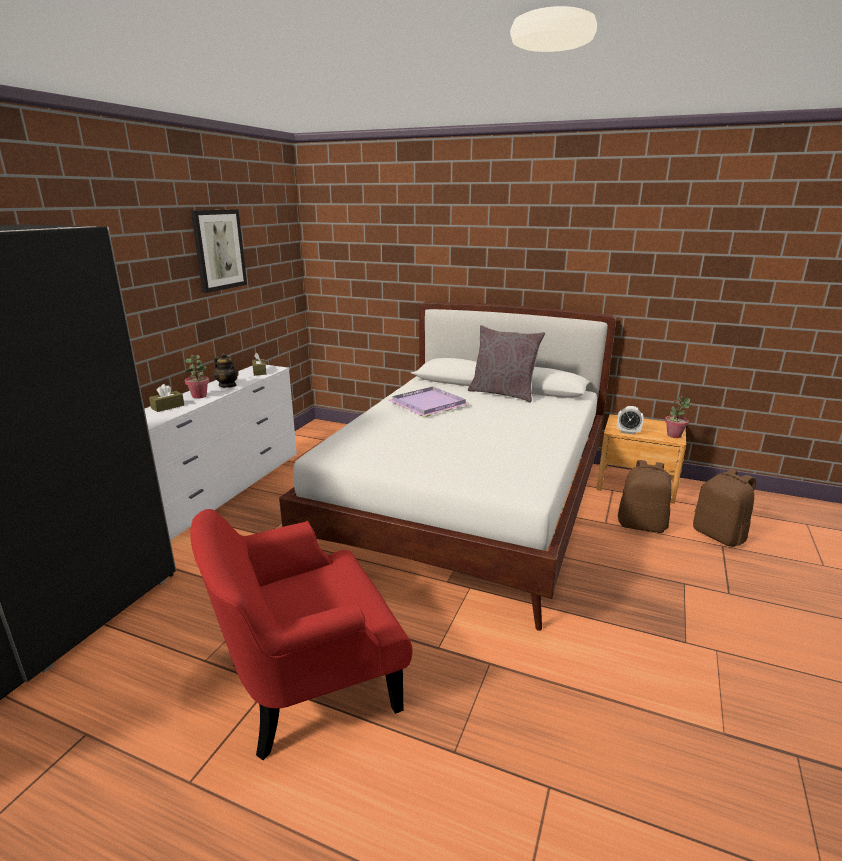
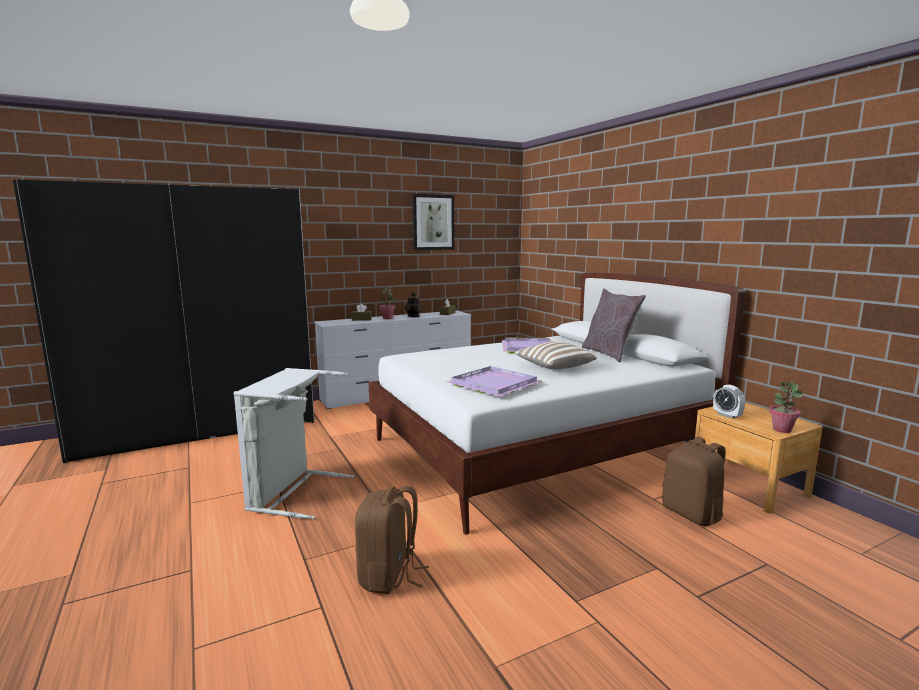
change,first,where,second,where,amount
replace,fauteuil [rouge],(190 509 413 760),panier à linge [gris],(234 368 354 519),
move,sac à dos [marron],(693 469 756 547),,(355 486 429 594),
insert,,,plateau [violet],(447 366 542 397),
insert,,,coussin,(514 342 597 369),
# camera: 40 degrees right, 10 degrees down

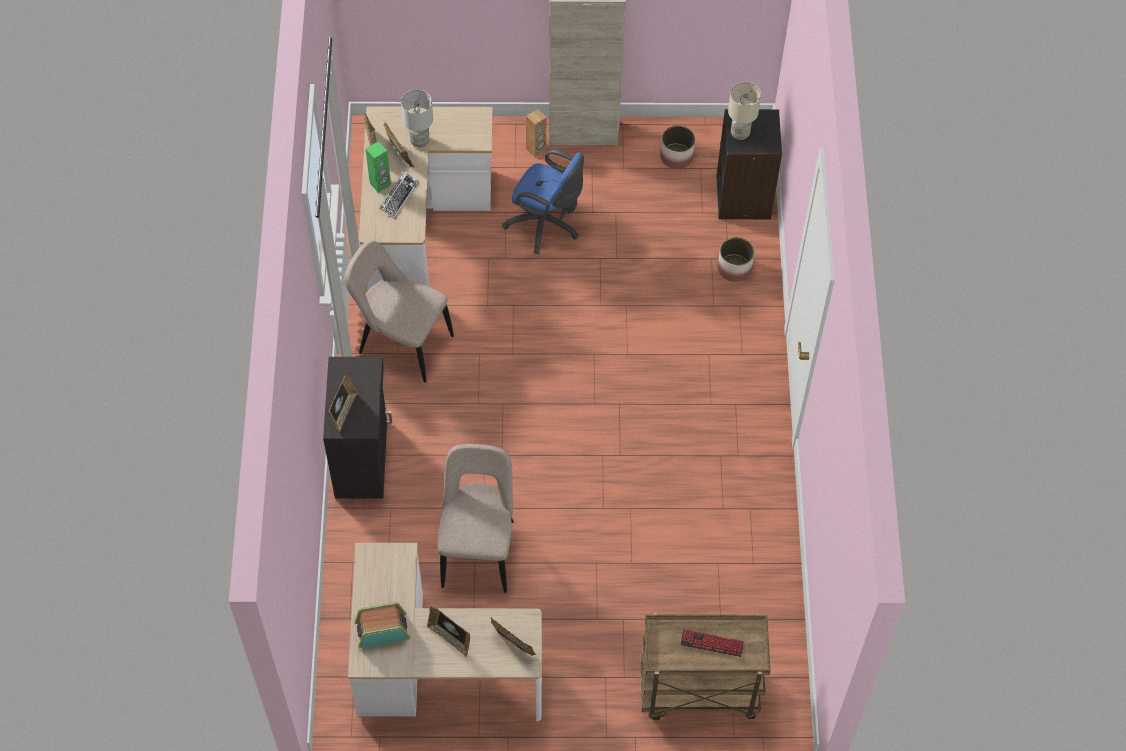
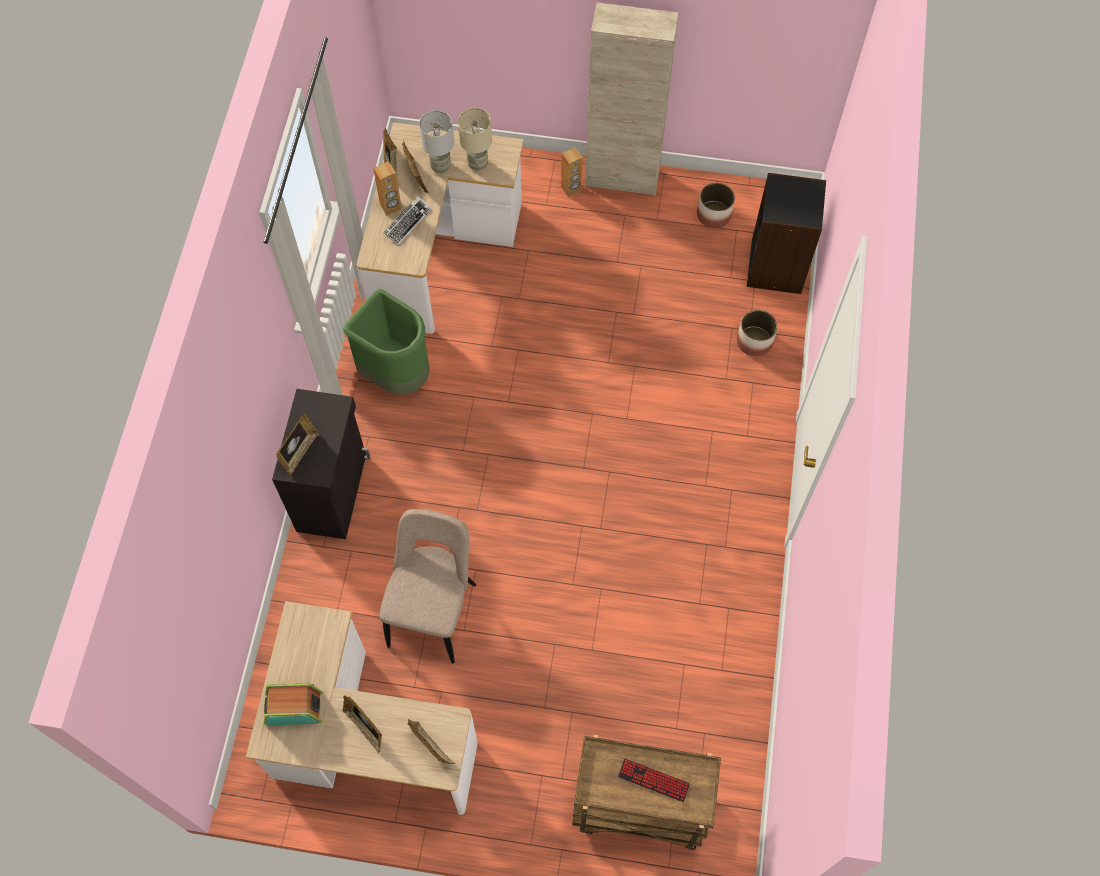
change,first,where,second,where,amount
replace,chaise [beige],(344 240 454 383),poubelle [vert],(343 289 430 395),
recolor,enceinte [vert],(366 141 391 193),enceinte [marron],(373 161 402 216),
move,lampe de table [beige],(728 82 761 140),,(458 108 492 171),
delete,chaise de bureau [bleu],(502 149 584 254),,,
# camera: 10 degrees right, 5 degrees up

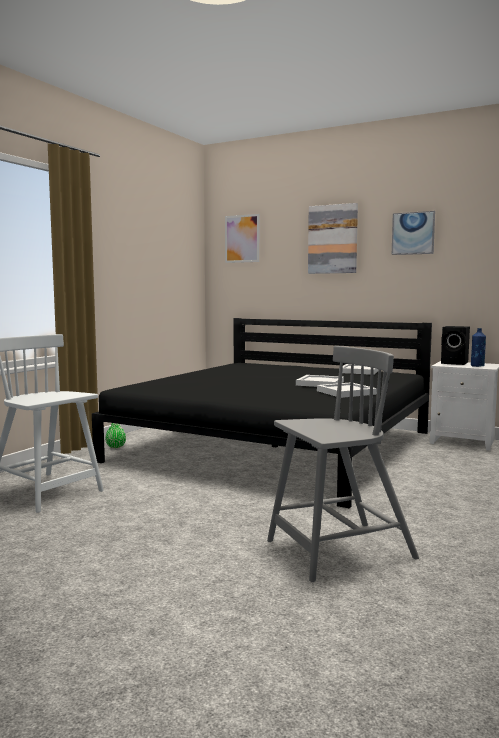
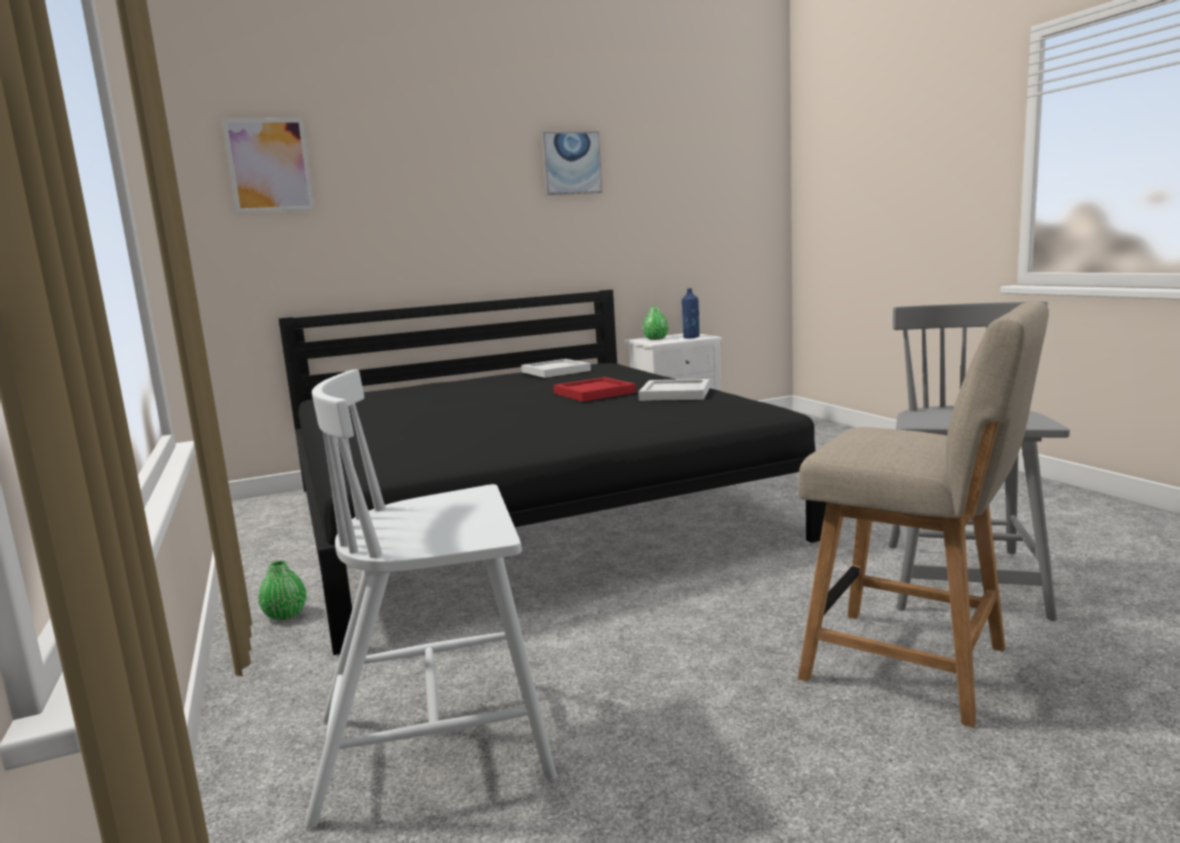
change,first,where,second,where,amount
recolor,plateau [blanc],(296 375 344 387),plateau [rouge],(553 377 636 402),
replace,enceinte [noir],(441 326 470 365),vase [vert],(643 306 668 340),
insert,,,chaise [beige],(798 302 1049 728),
delete,tableau,(308 203 358 274),,,
# camera: 50 degrees left, 5 degrees up

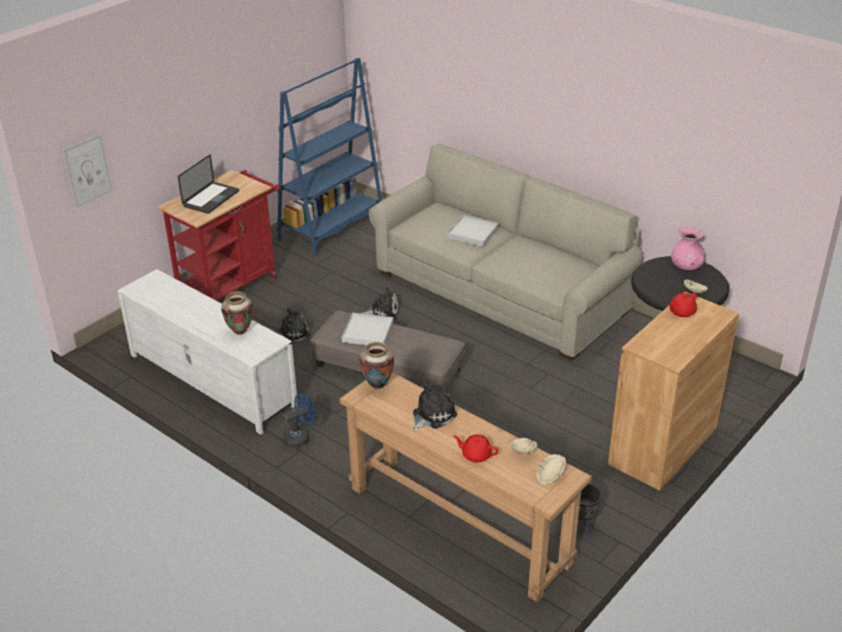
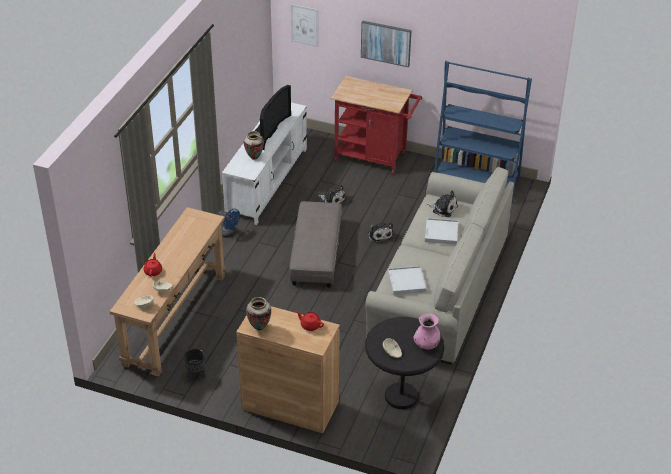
change,first,where,second,where,amount
move,vase,(360 342 394 389),,(246 297 271 330),
insert,,,téléviseur,(255 85 291 150),
insert,,,tableau,(361 21 412 67),
move,plateau [blanc],(342 313 393 345),,(388 266 427 295),
move,peluche,(413 382 457 431),,(427 191 458 217),
delete,ordinateur portable,(178 155 239 214),,,
# camera: 70 degrees right, 5 degrees up

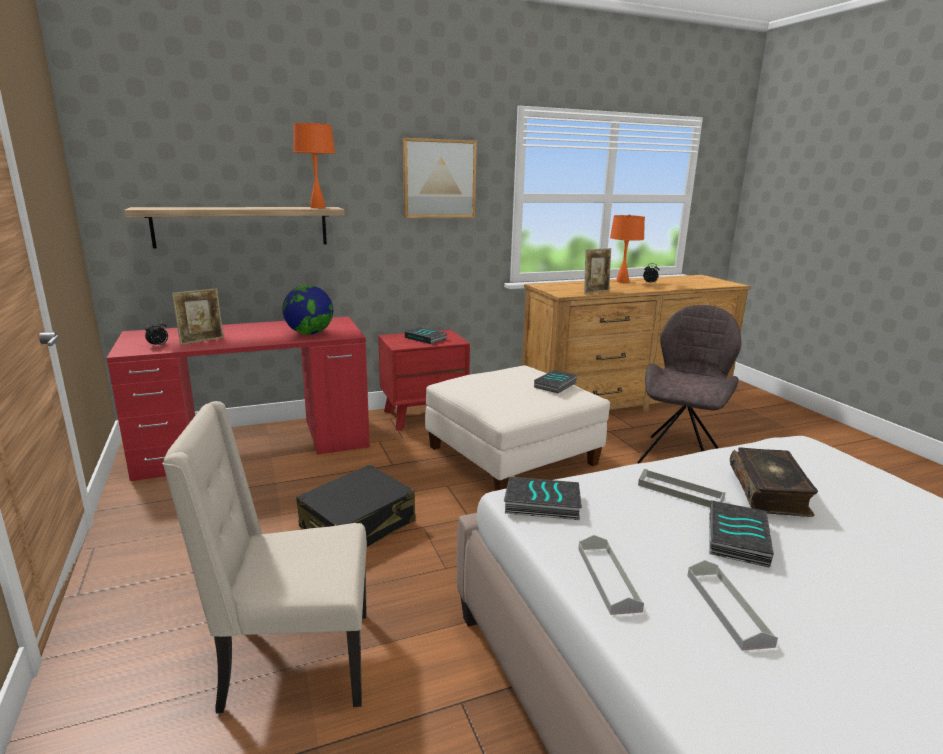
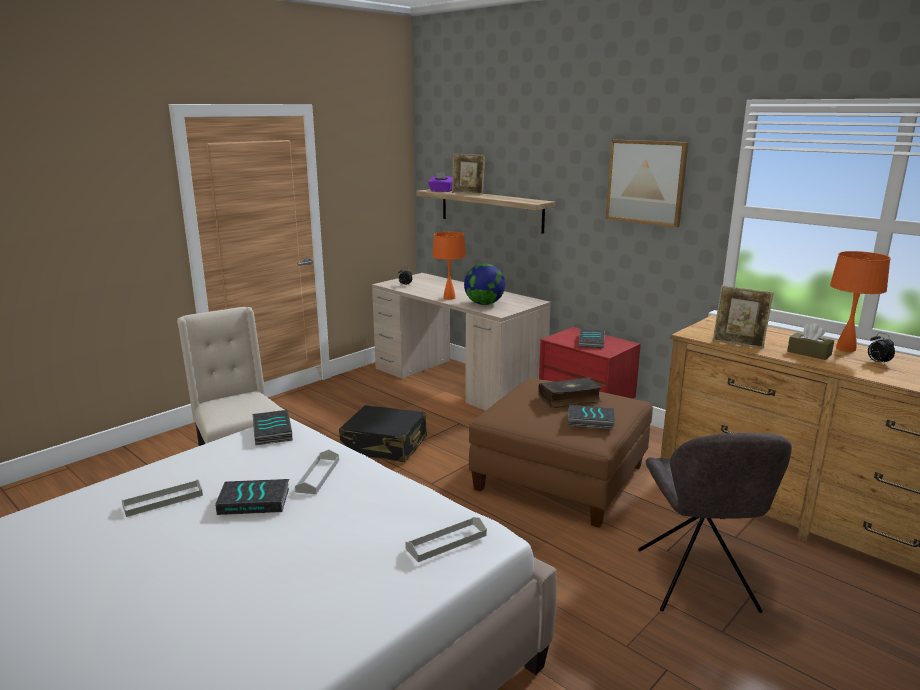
change,first,where,second,where,amount
recolor,bureau [rouge],(106 317 370 481),bureau [beige],(372 273 551 411),
move,plateau [gris],(578 535 644 615),,(405 517 487 562),
insert,,,boîte à mouchoirs [violet],(428 172 453 192),
move,lampe de table [orange],(293 122 335 208),,(432 232 466 300),
move,cadre photo,(172 288 224 345),,(452 153 485 194),
recolor,pouf [blanc],(425 365 610 491),pouf [marron],(469 379 653 528),
move,livre,(730 447 818 517),,(538 377 602 408),
rotate,chaise [gris],(637 305 741 464),,(638 433 792 613),90 degrees clockwise
insert,,,boîte à mouchoirs [marron],(787 323 834 360),
# camera: 65 degrees right, 0 degrees up

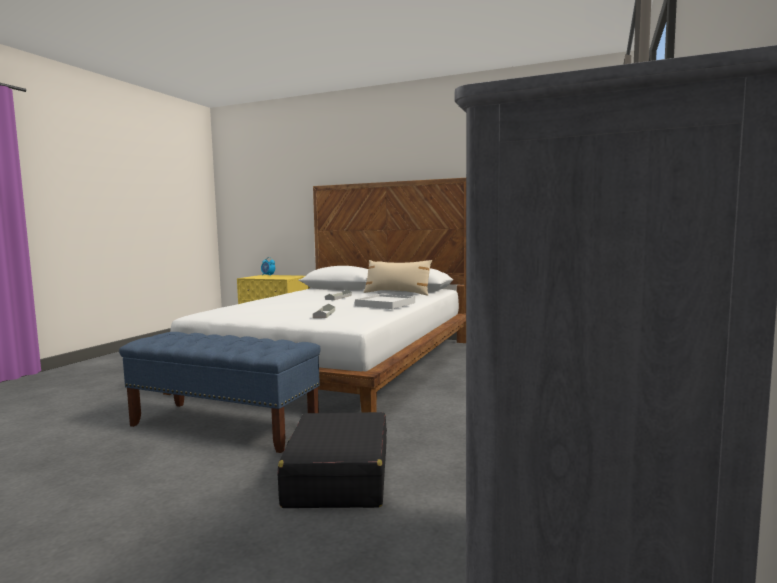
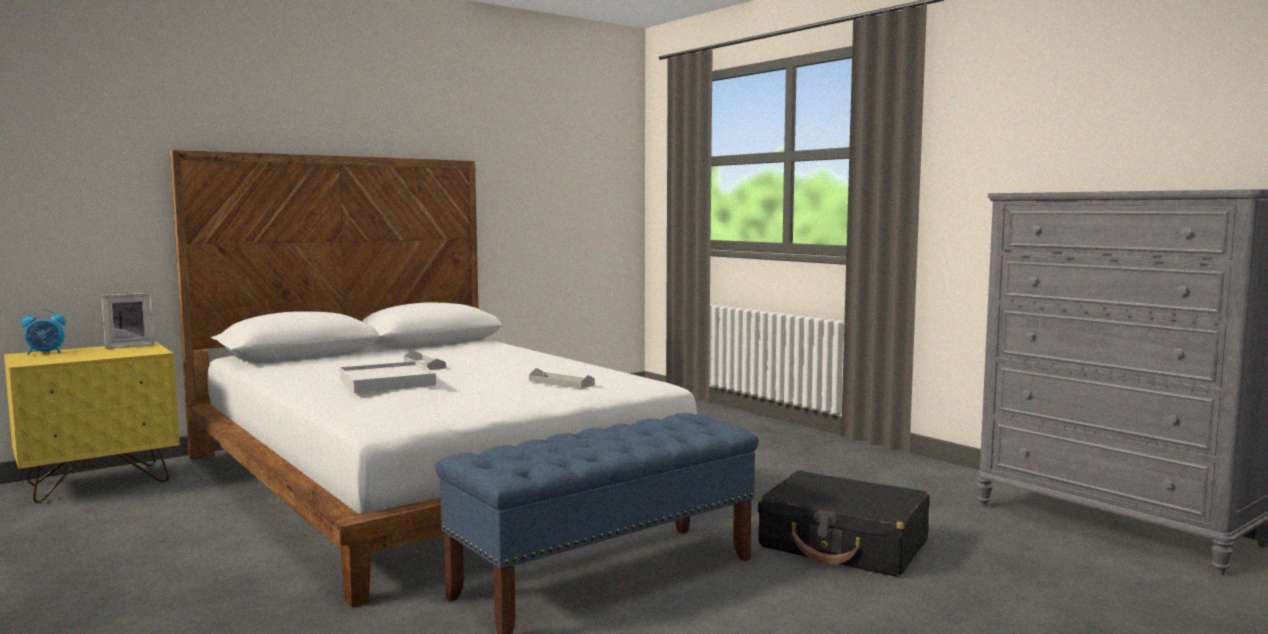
change,first,where,second,where,amount
insert,,,cadre photo,(101 293 155 349),
move,plateau [blanc],(355 294 415 309),,(340 361 436 393),
delete,coussin [beige],(363 260 432 295),,,
# camera: 60 degrees left, 0 degrees up

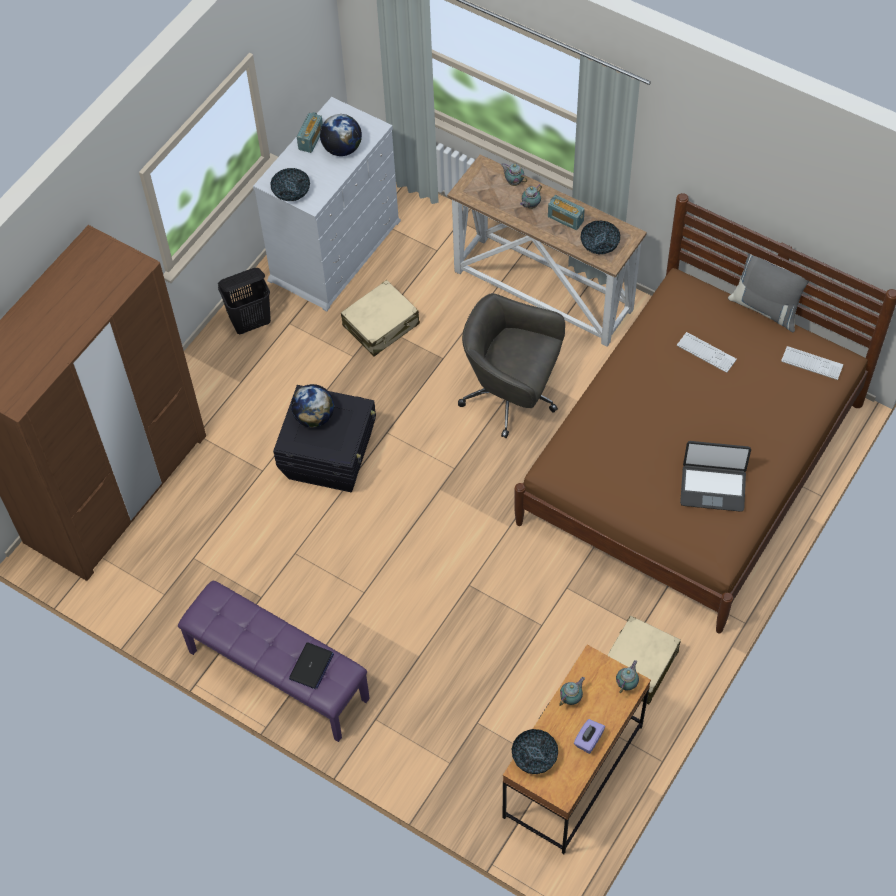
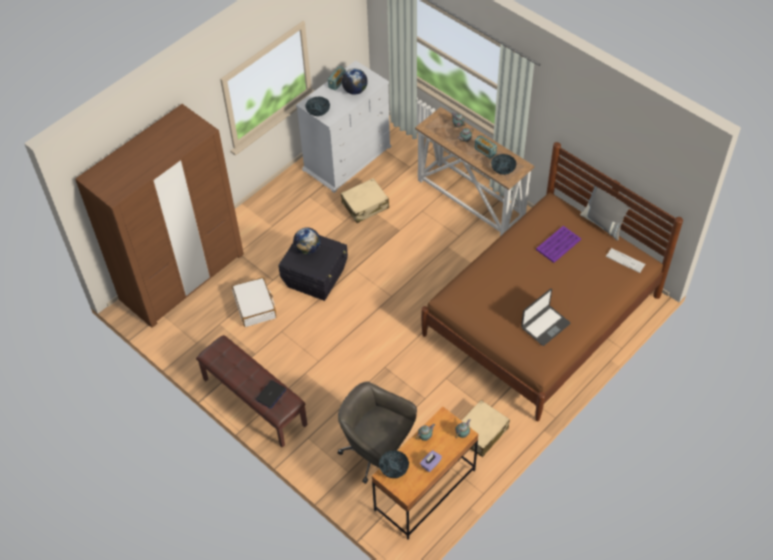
change,first,where,second,where,amount
recolor,banc [violet],(178 581 370 742),banc [marron],(196 335 308 448),
insert,,,valise [blanc],(232 277 276 327),
move,chaise de bureau [gris],(458 293 565 438),,(338 381 417 484),
rotate,ordinateur portable,(680 441 751 512),,(521 289 570 346),60 degrees counterclockwise
replace,clavier,(677 332 737 373),plateau [violet],(536 226 581 263),
delete,panier à linge [noir],(218 268 271 334),,,
# camera: 10 degrees right, 5 degrees down

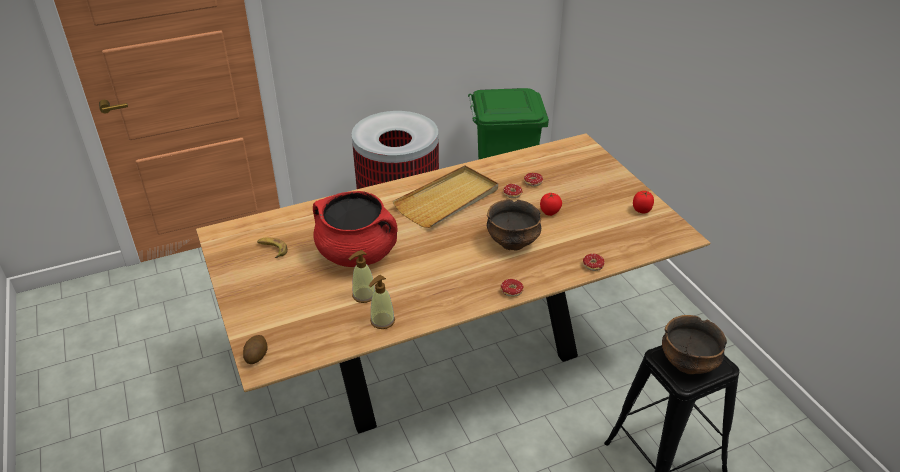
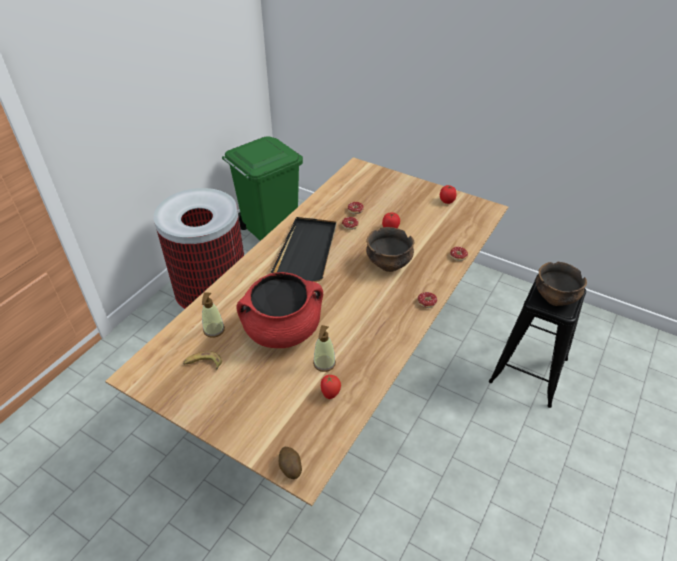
change,first,where,second,where,amount
move,distributeur de savon,(369 275 395 329),,(202 292 225 338),
recolor,plateau [beige],(393 166 498 228),plateau [noir],(271 217 336 282),
insert,,,tomate,(321 375 341 399),
# camera: 35 degrees left, 5 degrees up

